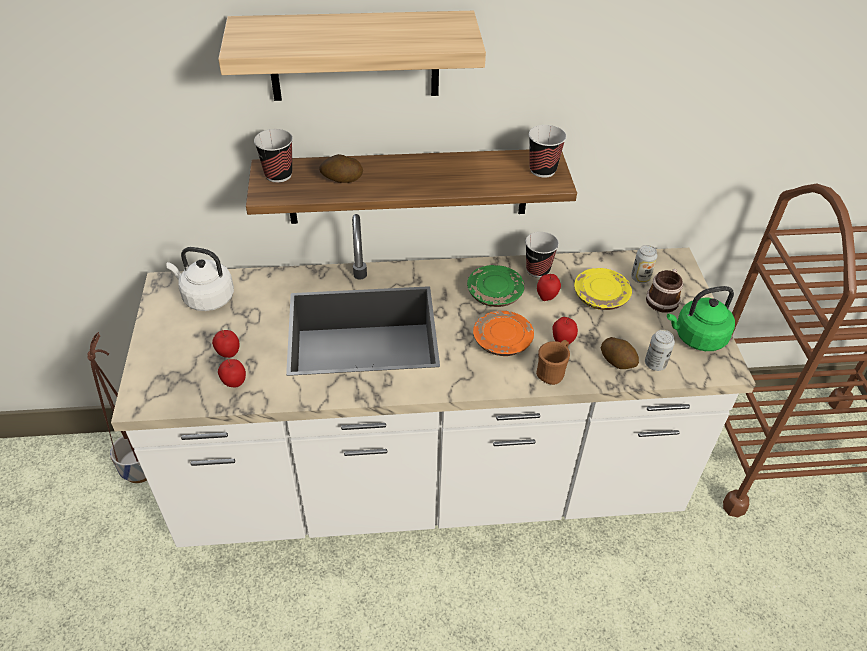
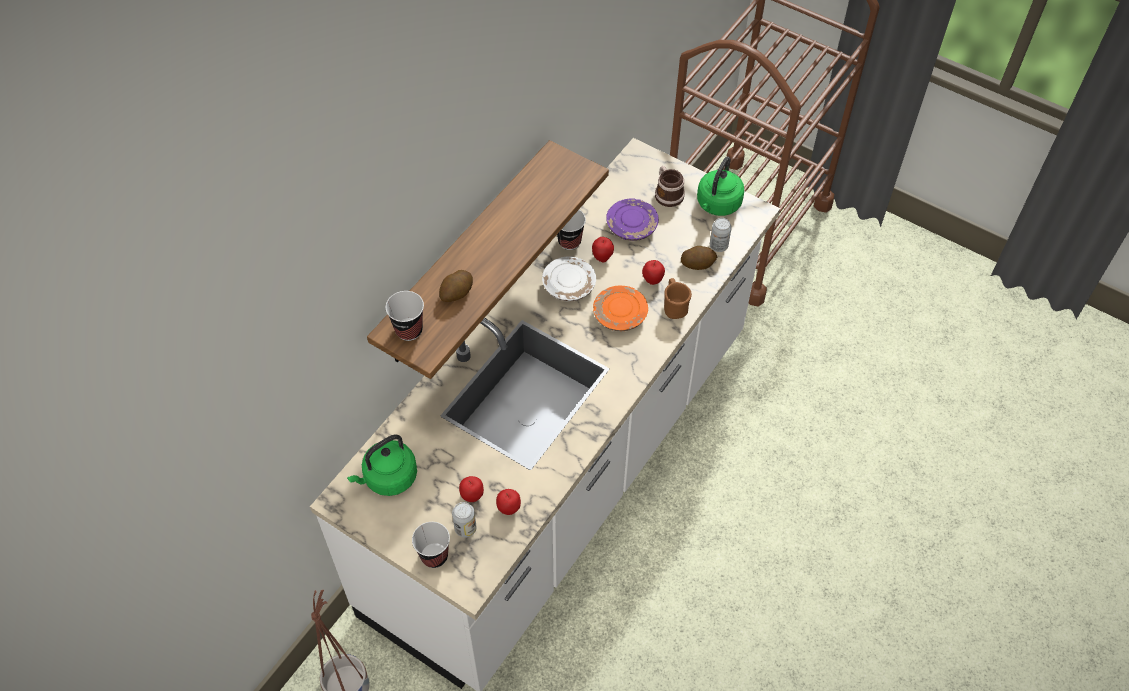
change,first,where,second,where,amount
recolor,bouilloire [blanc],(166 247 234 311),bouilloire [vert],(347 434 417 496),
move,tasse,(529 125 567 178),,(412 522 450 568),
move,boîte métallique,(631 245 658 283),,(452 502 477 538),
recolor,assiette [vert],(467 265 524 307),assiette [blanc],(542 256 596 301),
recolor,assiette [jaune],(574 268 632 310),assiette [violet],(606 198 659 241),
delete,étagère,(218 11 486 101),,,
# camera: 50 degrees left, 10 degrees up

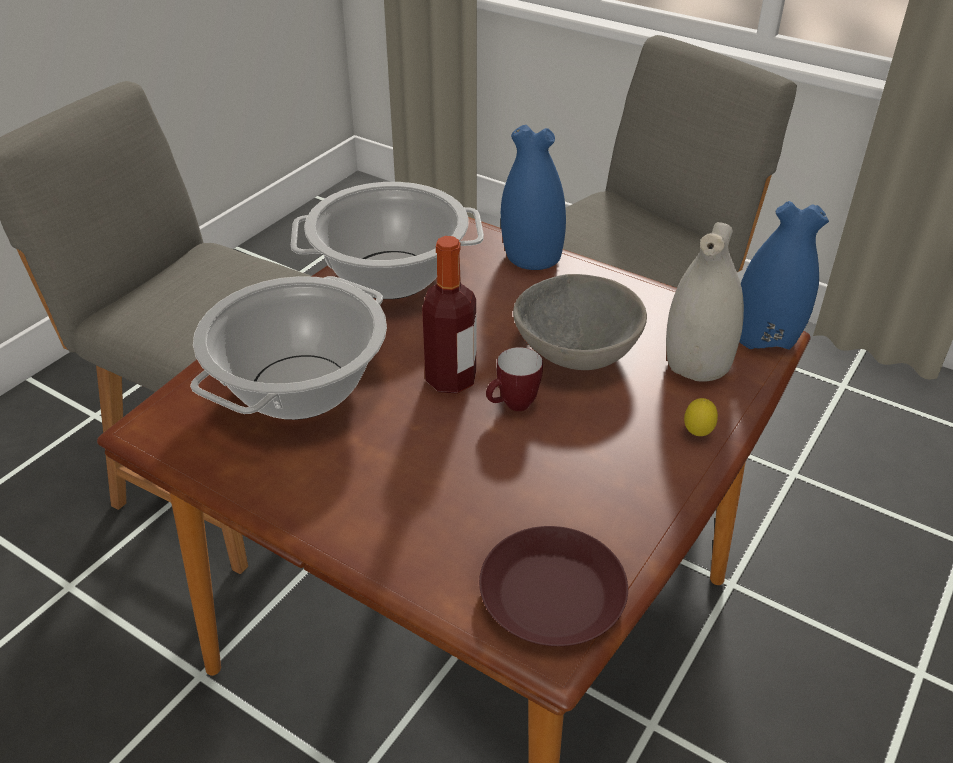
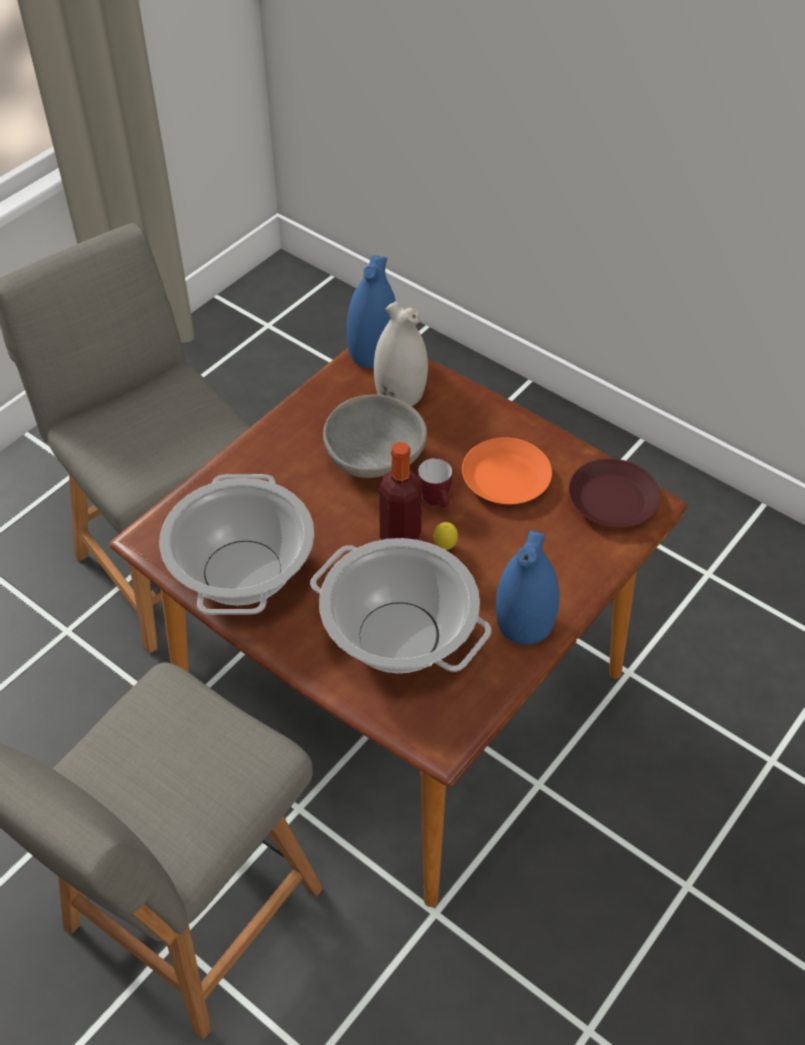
change,first,where,second,where,amount
move,citron,(684 398 718 436),,(434 522 458 550),
insert,,,assiette [orange],(462 437 552 504),
move,vase [bleu],(501 125 566 270),,(496 530 560 645),
# camera: 85 degrees left, 10 degrees up

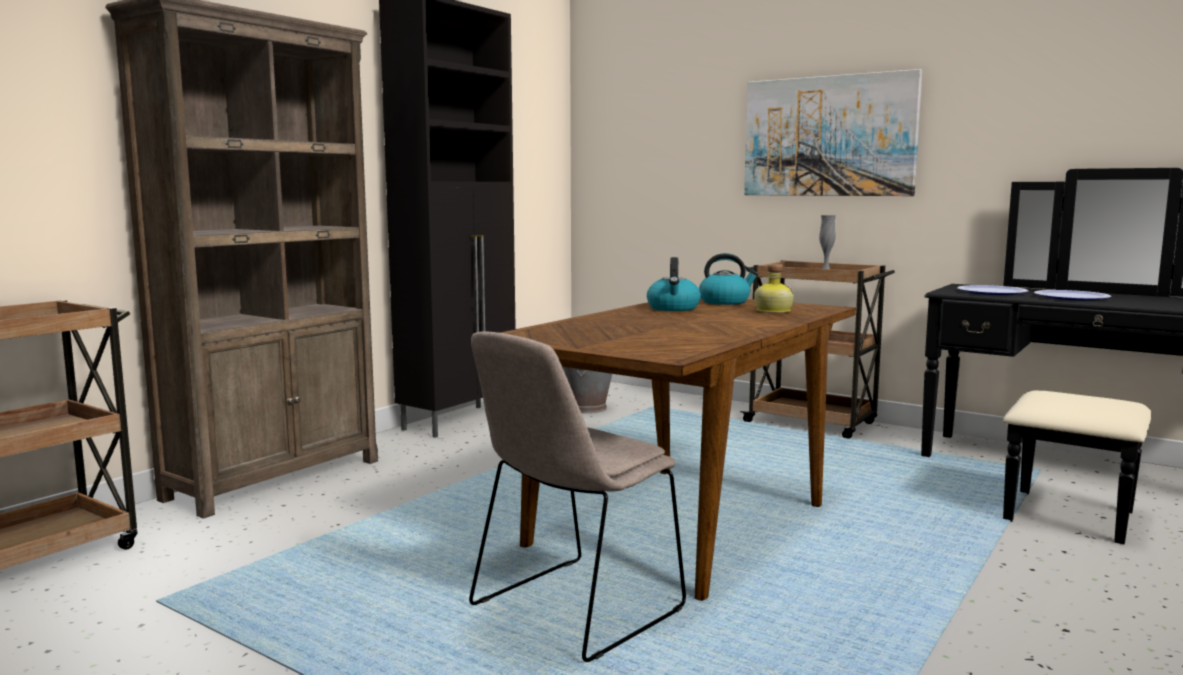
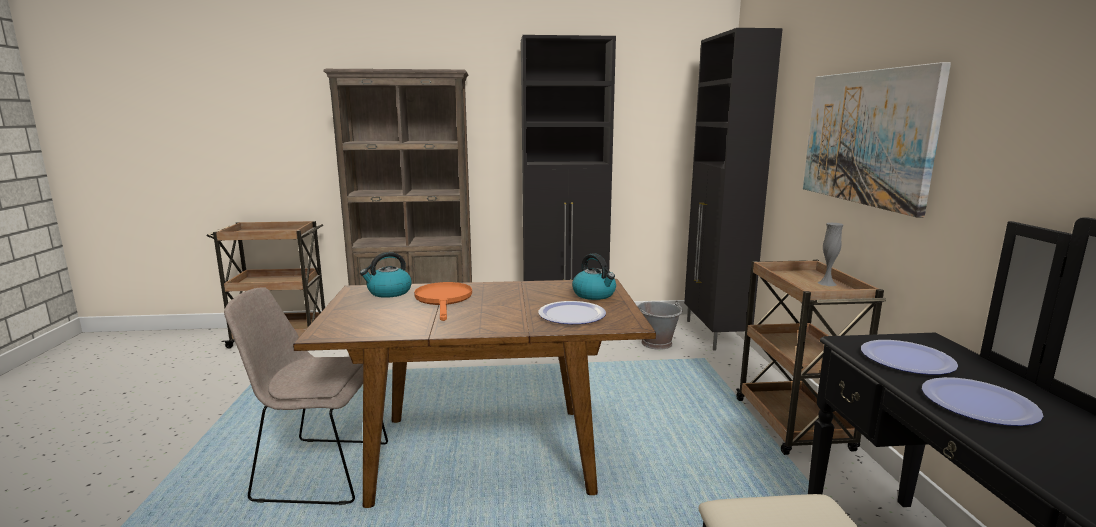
change,first,where,second,where,amount
move,bouilloire,(647 257 701 311),,(360 252 412 298),
insert,,,poêle [orange],(414 282 472 321),
replace,bouteille,(754 264 794 313),assiette,(539 301 606 324),
insert,,,meuble de rangement [noir],(684 28 783 350),
# camera: 50 degrees right, 5 degrees up

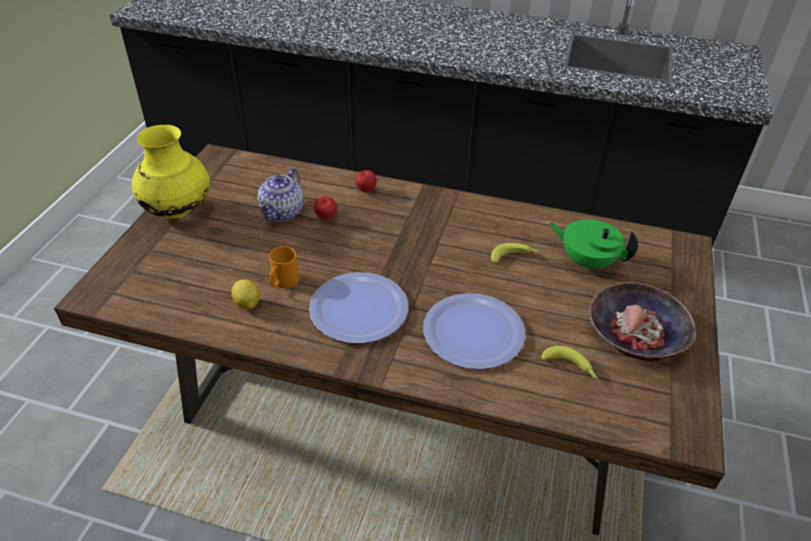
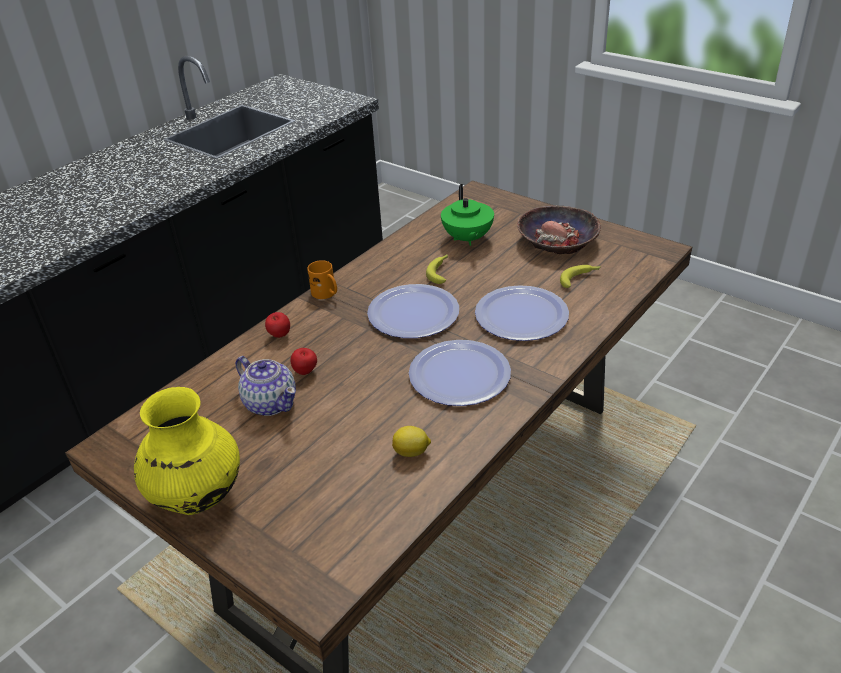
change,first,where,second,where,amount
move,mug [orange],(269 246 299 288),,(307 260 337 299),
insert,,,assiette,(367 284 459 338),
rotate,théière [vert],(549 219 638 270),,(441 184 494 246),60 degrees counterclockwise
# camera: 65 degrees left, 5 degrees down

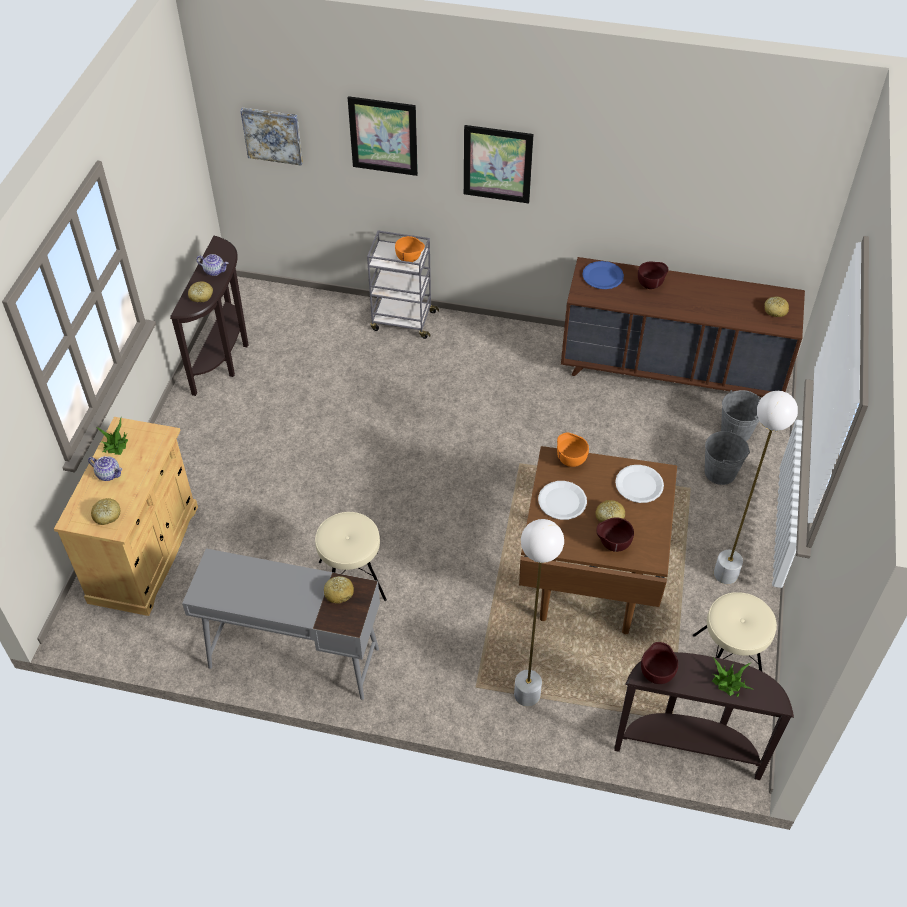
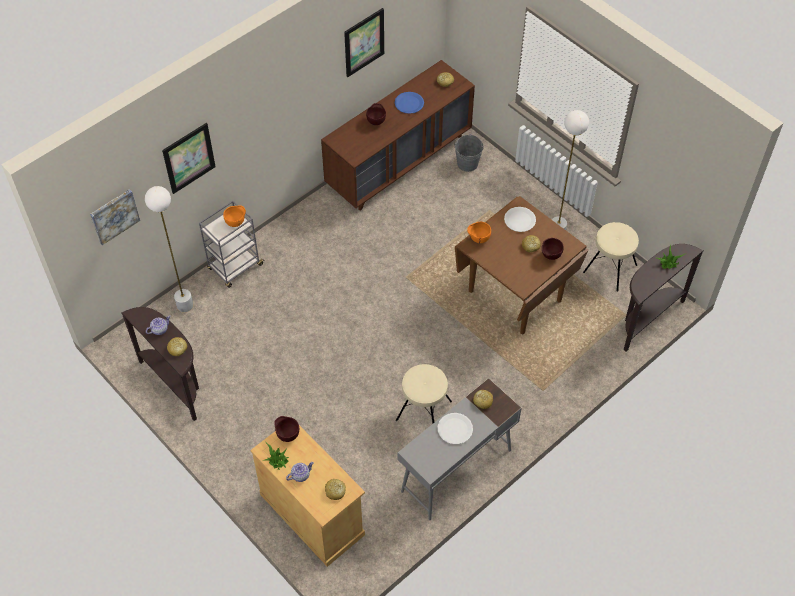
change,first,where,second,where,amount
move,lampadaire [blanc],(514 519 564 707),,(145 186 193 312),
move,bol [marron],(641 642 678 684),,(274 416 299 442),
move,tableau,(464 125 534 203),,(344 8 384 77),
move,assiette [bleu],(583 261 624 289),,(395 92 424 114),
move,assiette [blanc],(538 481 587 520),,(438 413 473 444),
delete,seau [gris],(705 430 750 485),,,
# camera: 55 degrees left, 5 degrees up

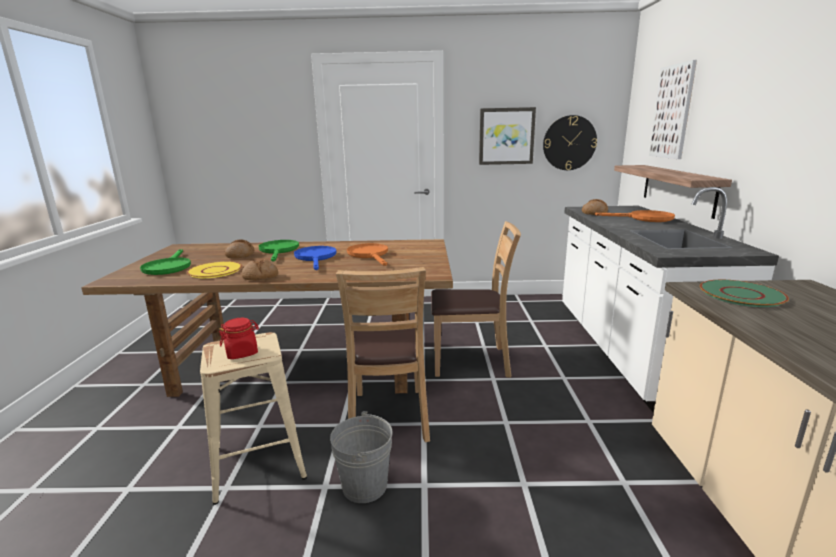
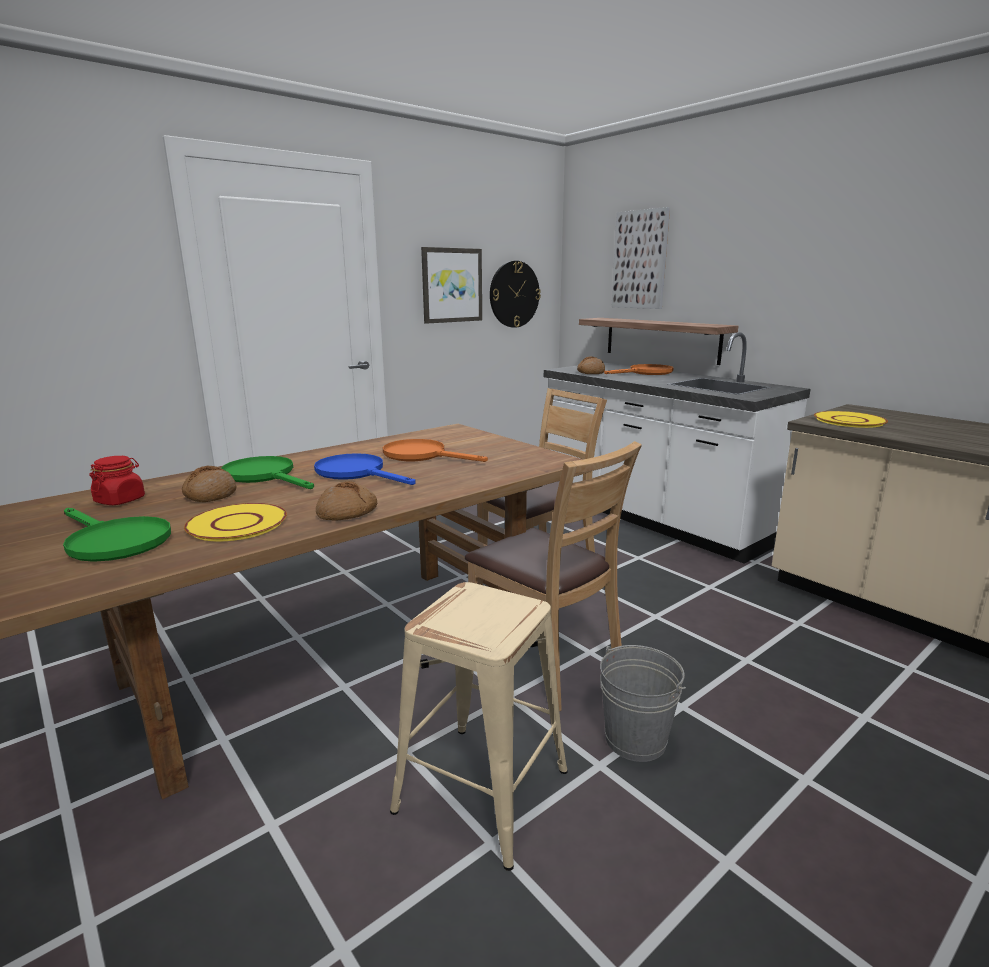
change,first,where,second,where,amount
move,bocal [rouge],(219 318 259 359),,(89 456 145 505),
recolor,assiette [vert],(700 280 789 307),assiette [jaune],(814 411 888 428),
# camera: 40 degrees left, 0 degrees up

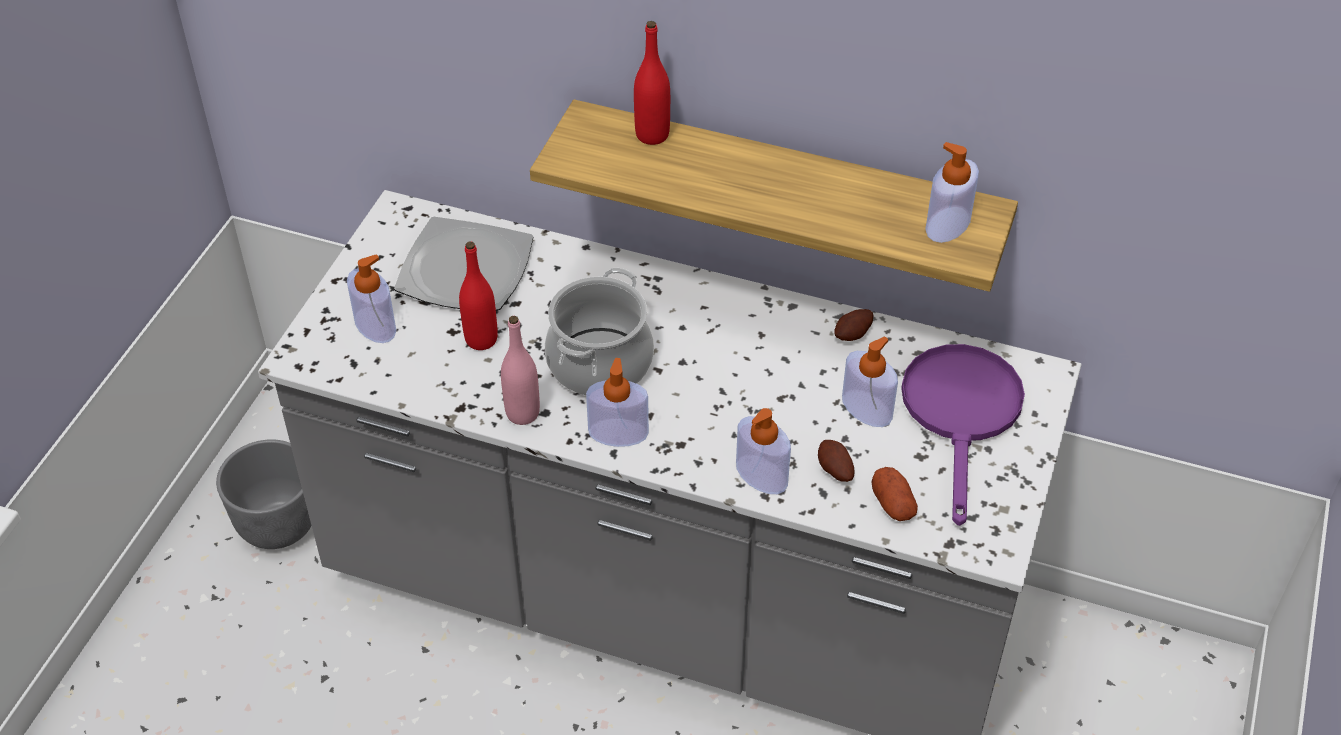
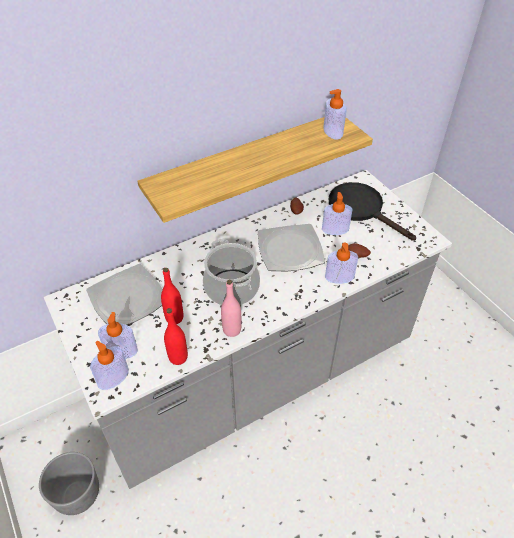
change,first,where,second,where,amount
move,distributeur de savon,(586 358 649 447),,(90 341 129 390),
move,bouteille [rouge],(634 21 670 145),,(164 308 188 365),
insert,,,assiette,(258 224 325 271),
recolor,poêle [violet],(901 344 1025 526),poêle [noir],(329 182 416 240),
delete,pomme de terre,(871 467 918 521),,,
# camera: 50 degrees left, 0 degrees up

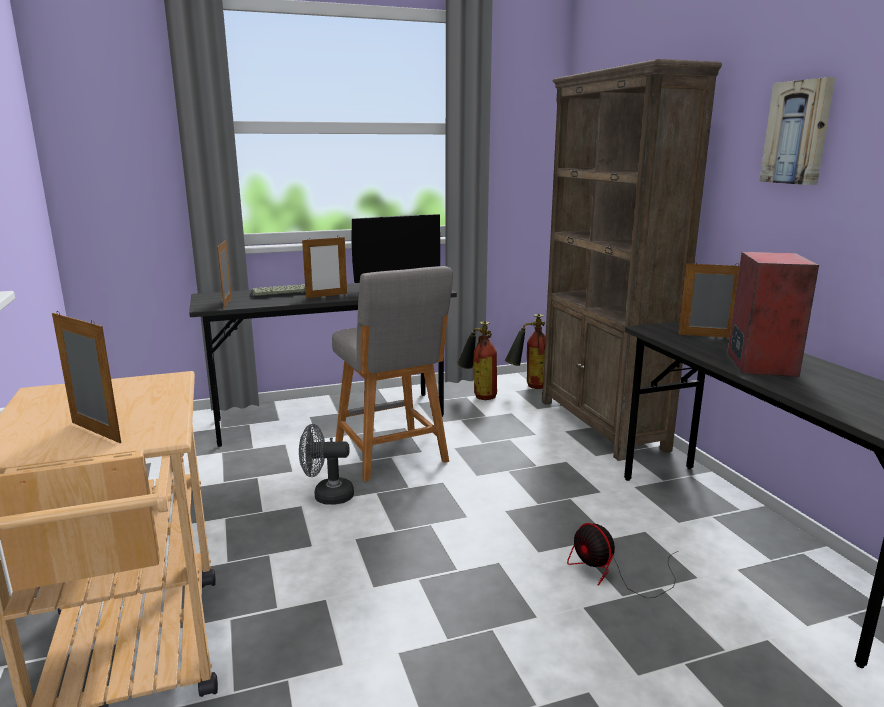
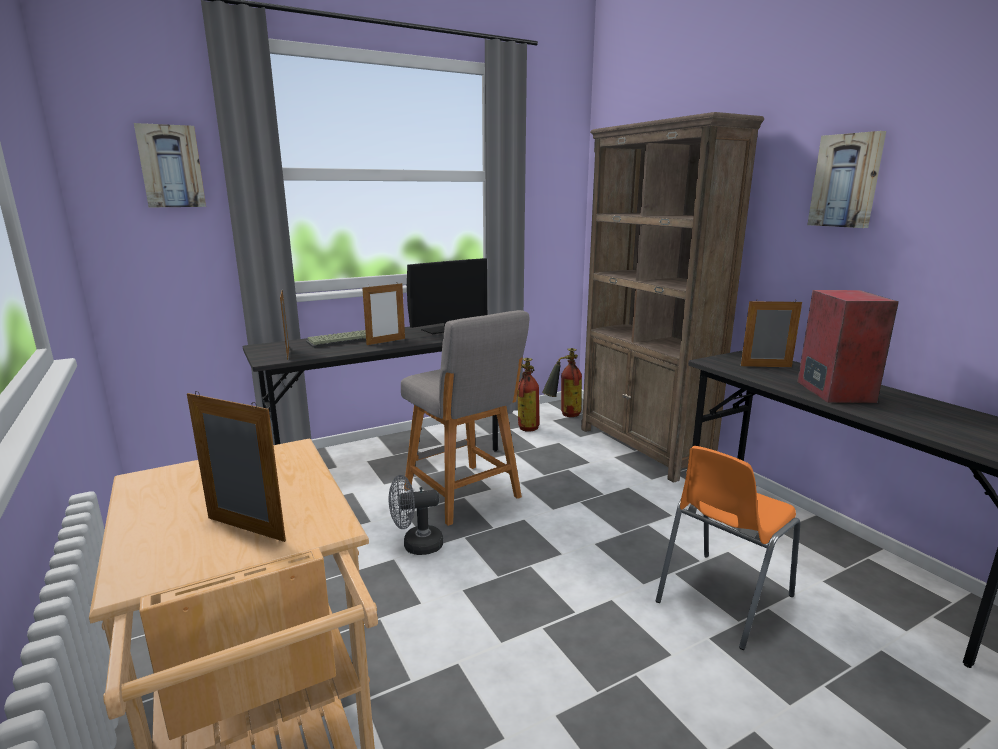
change,first,where,second,where,amount
insert,,,tableau,(134 123 206 208),
replace,ventilateur,(567 523 678 598),chaise [orange],(656 446 800 650),
# camera: 10 degrees left, 0 degrees up

